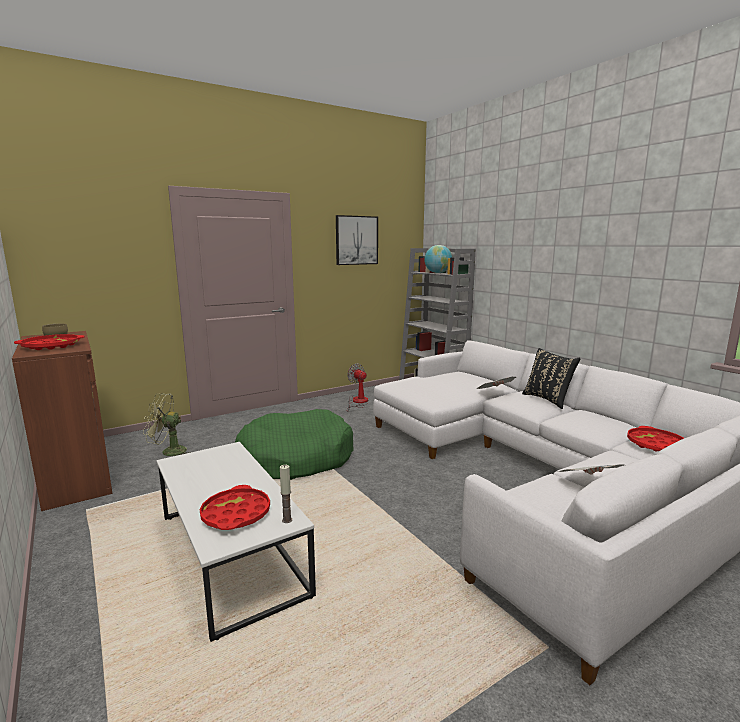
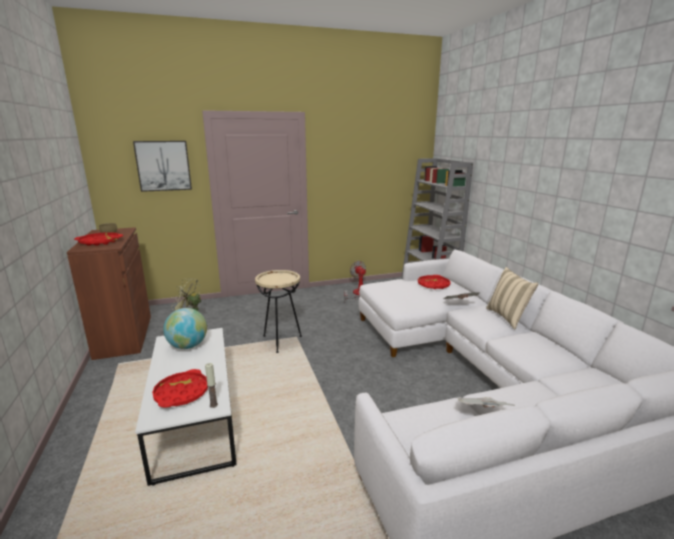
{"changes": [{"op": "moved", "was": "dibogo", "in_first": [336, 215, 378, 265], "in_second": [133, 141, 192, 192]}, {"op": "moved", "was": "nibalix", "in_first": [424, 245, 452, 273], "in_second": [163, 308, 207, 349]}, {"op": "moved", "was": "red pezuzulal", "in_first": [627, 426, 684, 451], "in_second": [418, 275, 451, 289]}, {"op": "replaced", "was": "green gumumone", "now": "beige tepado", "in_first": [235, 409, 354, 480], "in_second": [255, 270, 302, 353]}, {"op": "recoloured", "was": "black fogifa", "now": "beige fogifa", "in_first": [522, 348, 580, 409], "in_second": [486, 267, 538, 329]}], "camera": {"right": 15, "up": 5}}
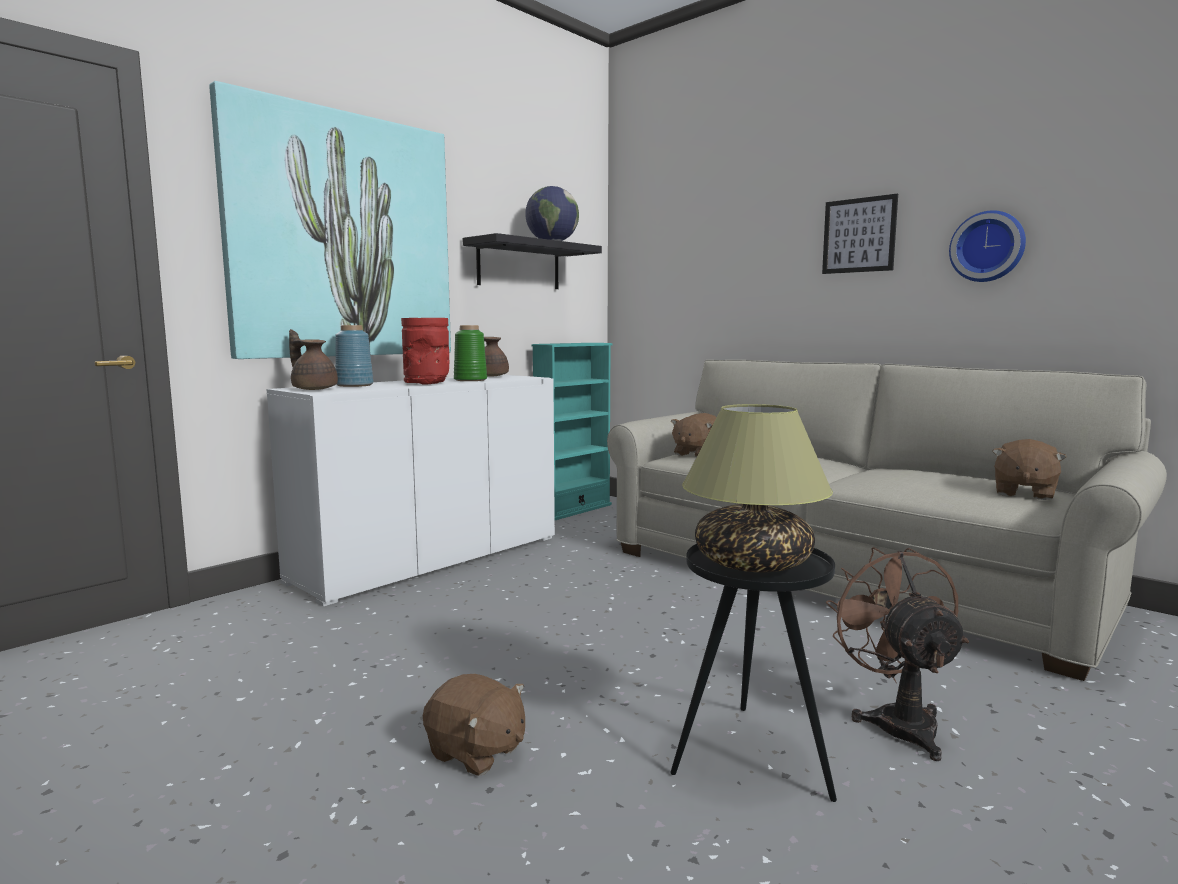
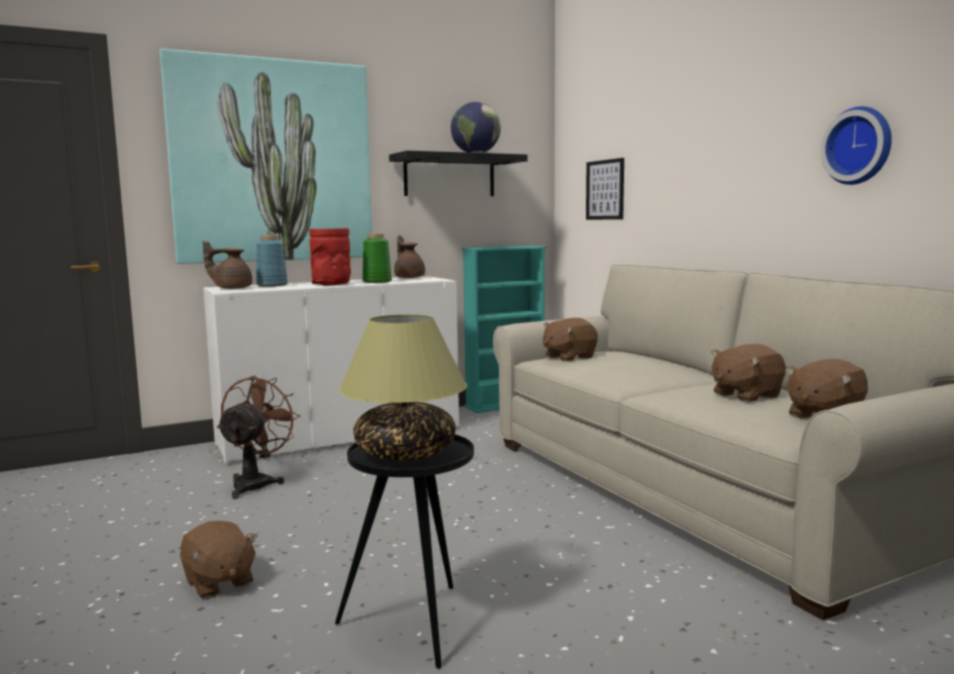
{"changes": [{"op": "added", "now": "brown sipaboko", "in_second": [711, 344, 786, 402]}, {"op": "moved", "was": "dibogo", "in_first": [822, 194, 898, 274], "in_second": [586, 158, 624, 220]}, {"op": "moved", "was": "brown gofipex", "in_first": [826, 547, 969, 761], "in_second": [217, 375, 300, 499]}, {"op": "turned", "was": "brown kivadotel", "in_first": [289, 329, 338, 390], "in_second": [203, 240, 252, 289], "clockwise": -60}], "camera": {"right": 20, "up": 0}}
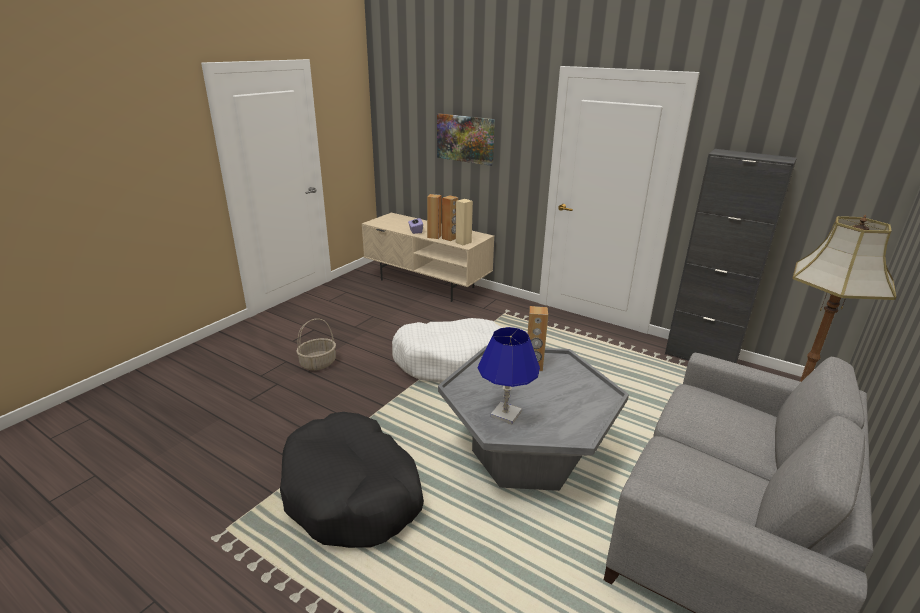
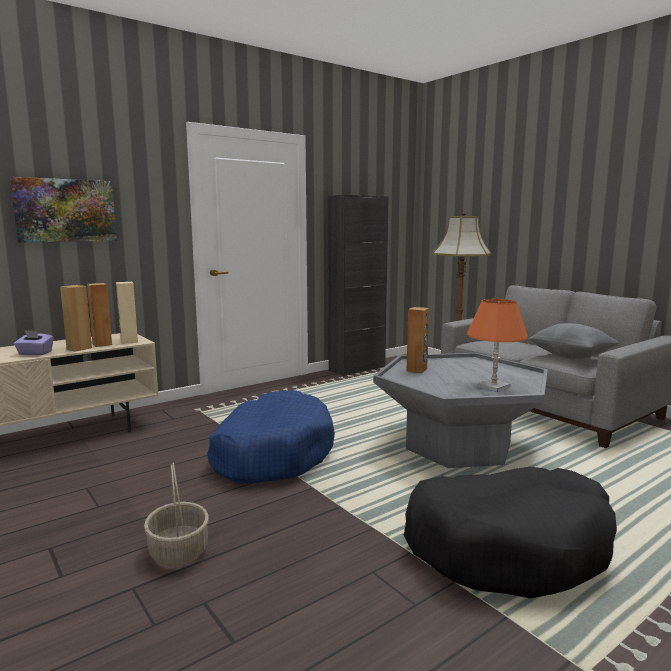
{"changes": [{"op": "added", "now": "grey fogifa", "in_second": [529, 323, 619, 359]}, {"op": "recoloured", "was": "white gumumone", "now": "blue gumumone", "in_first": [392, 318, 502, 383], "in_second": [207, 390, 335, 484]}, {"op": "recoloured", "was": "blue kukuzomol", "now": "orange kukuzomol", "in_first": [478, 327, 540, 424], "in_second": [467, 299, 528, 392]}], "camera": {"right": -70, "up": -15}}
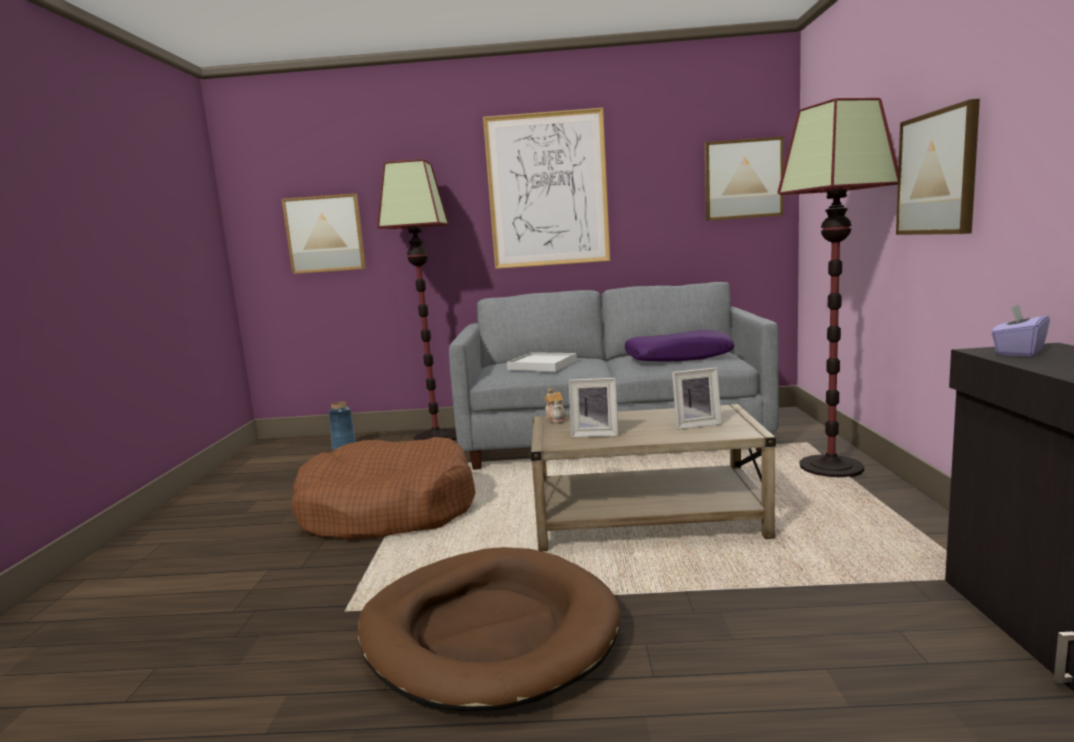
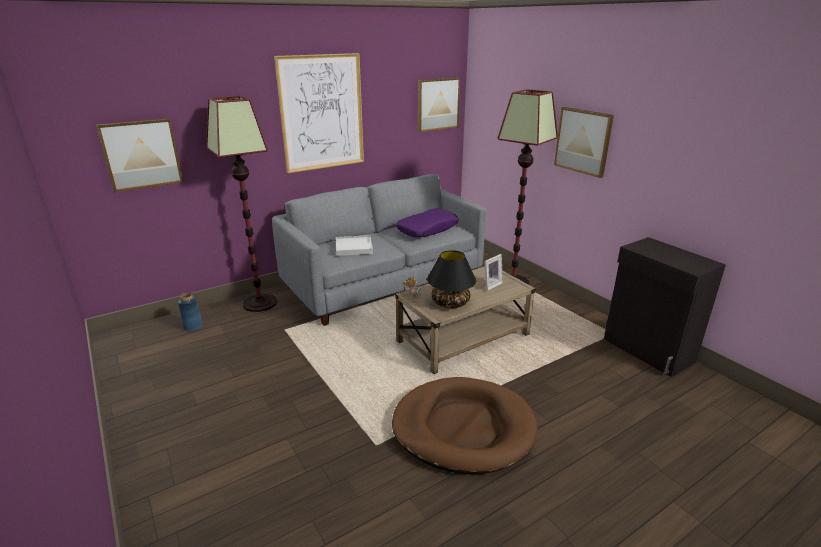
{"changes": [{"op": "removed", "was": "brown gumumone", "in_first": [291, 437, 476, 540]}, {"op": "removed", "was": "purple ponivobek", "in_first": [991, 304, 1050, 357]}, {"op": "replaced", "was": "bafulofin", "now": "black kukuzomol", "in_first": [569, 378, 619, 437], "in_second": [427, 250, 476, 308]}], "camera": {"right": -35, "up": 15}}
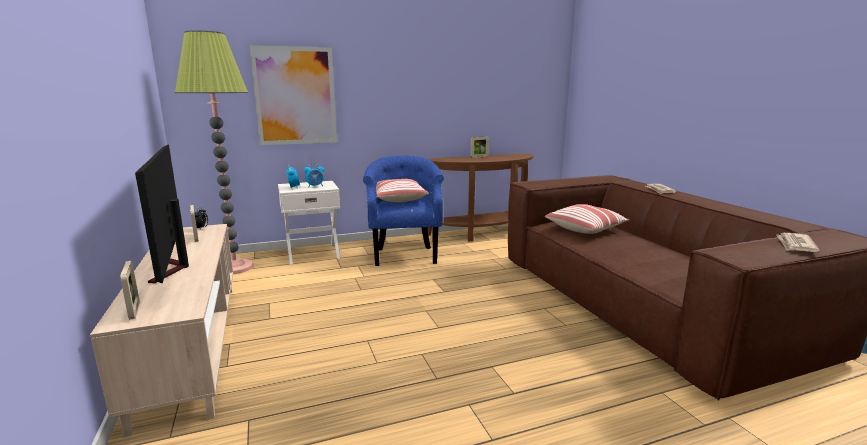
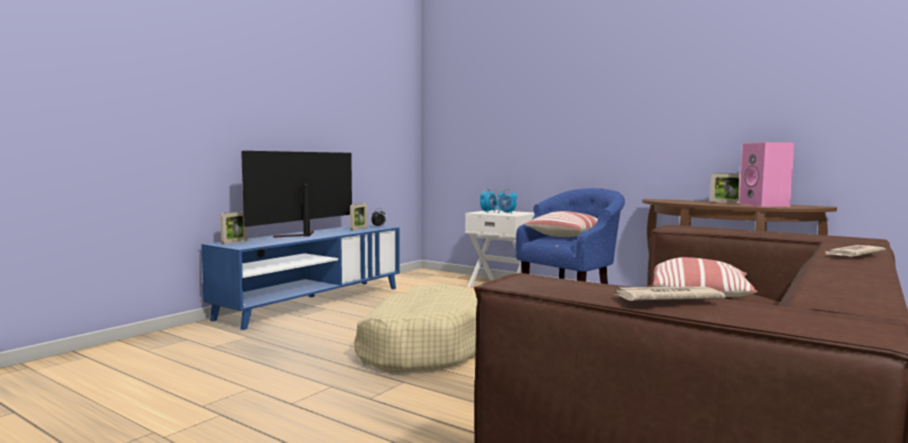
{"changes": [{"op": "removed", "was": "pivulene", "in_first": [175, 30, 254, 274]}, {"op": "removed", "was": "dibogo", "in_first": [250, 45, 337, 145]}, {"op": "added", "now": "beige gumumone", "in_second": [354, 284, 477, 372]}, {"op": "added", "now": "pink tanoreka", "in_second": [739, 142, 795, 207]}, {"op": "recoloured", "was": "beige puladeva", "now": "blue puladeva", "in_first": [90, 224, 233, 438], "in_second": [201, 225, 400, 330]}], "camera": {"right": 55, "up": -10}}
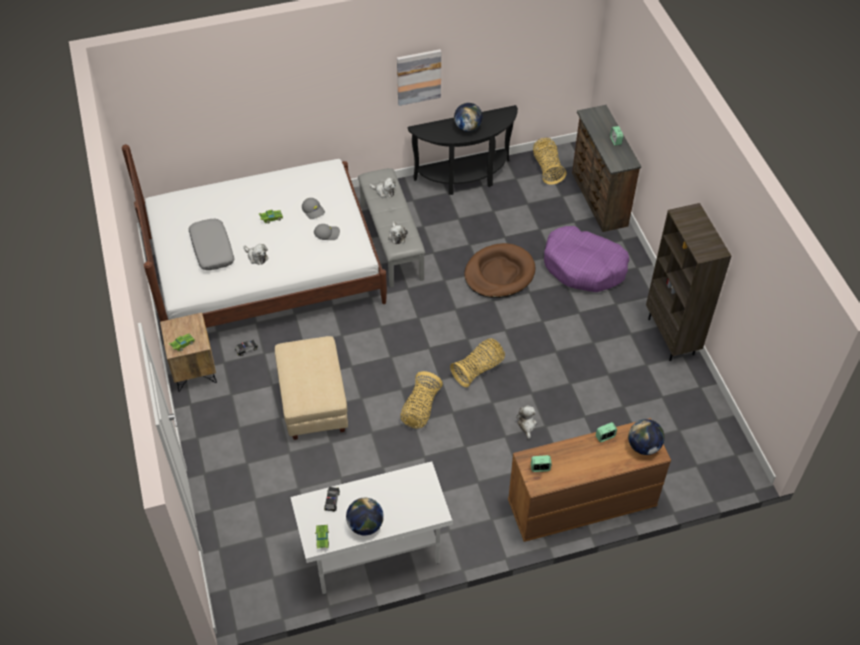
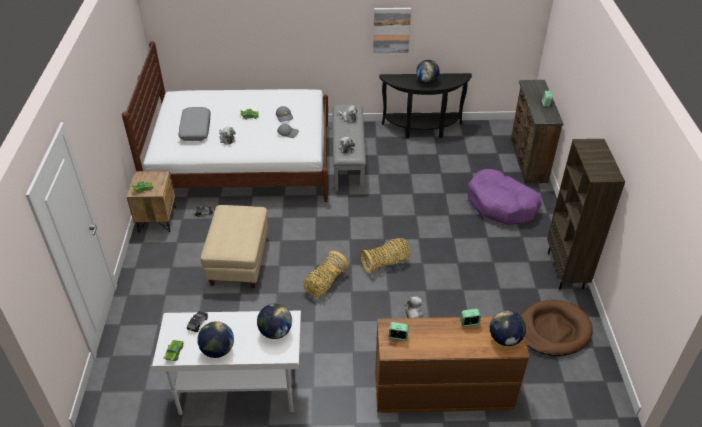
{"changes": [{"op": "removed", "was": "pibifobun", "in_first": [533, 138, 567, 185]}, {"op": "added", "now": "nibalix", "in_second": [257, 304, 292, 339]}, {"op": "moved", "was": "brown gumumone", "in_first": [464, 243, 536, 298], "in_second": [520, 300, 593, 356]}], "camera": {"right": 15, "up": -10}}
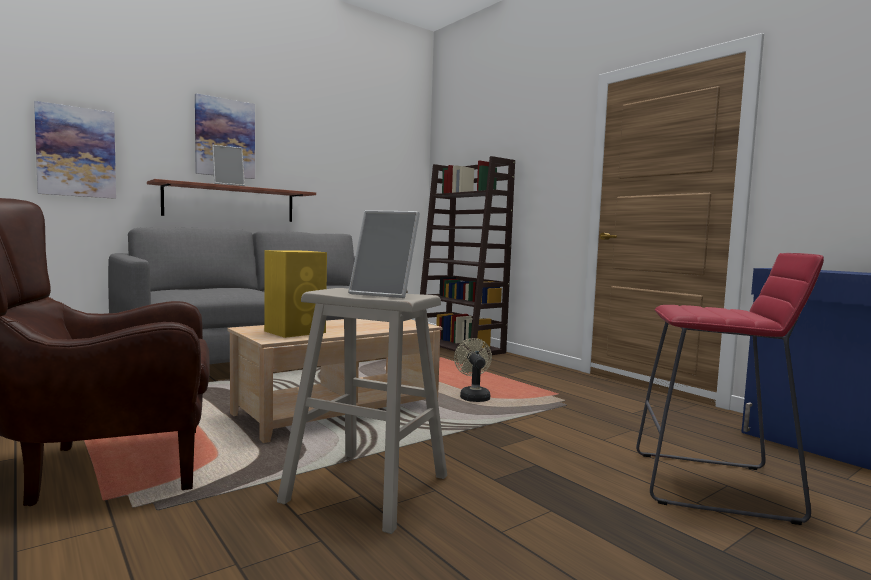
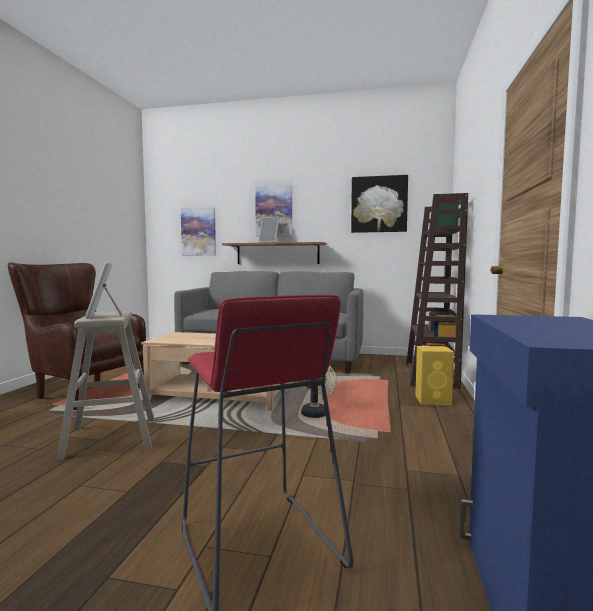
{"changes": [{"op": "added", "now": "dibogo", "in_second": [351, 175, 408, 233]}, {"op": "moved", "was": "yellow tanoreka", "in_first": [264, 250, 327, 338], "in_second": [415, 346, 454, 405]}], "camera": {"right": 50, "up": 0}}
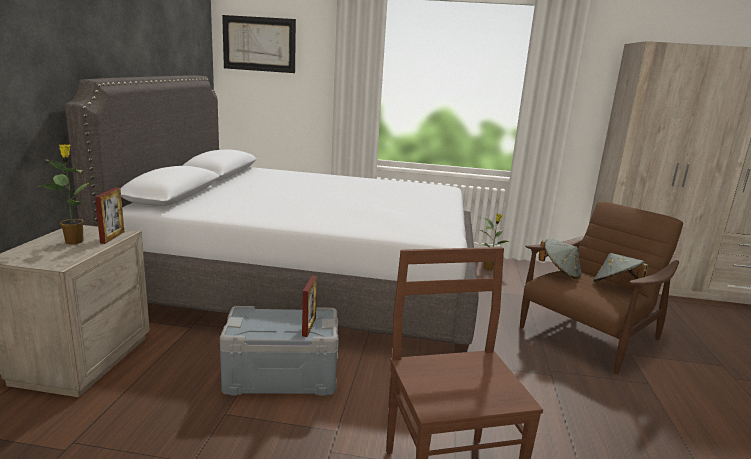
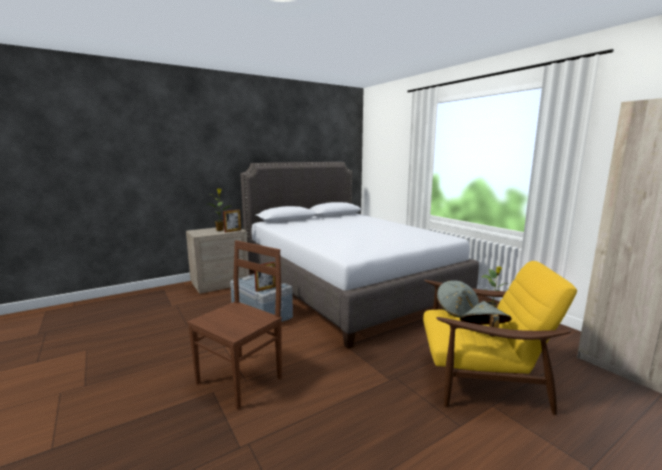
{"changes": [{"op": "removed", "was": "dibogo", "in_first": [222, 15, 296, 73]}, {"op": "recoloured", "was": "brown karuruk", "now": "yellow karuruk", "in_first": [520, 202, 683, 374], "in_second": [423, 261, 577, 415]}], "camera": {"right": 50, "up": -5}}
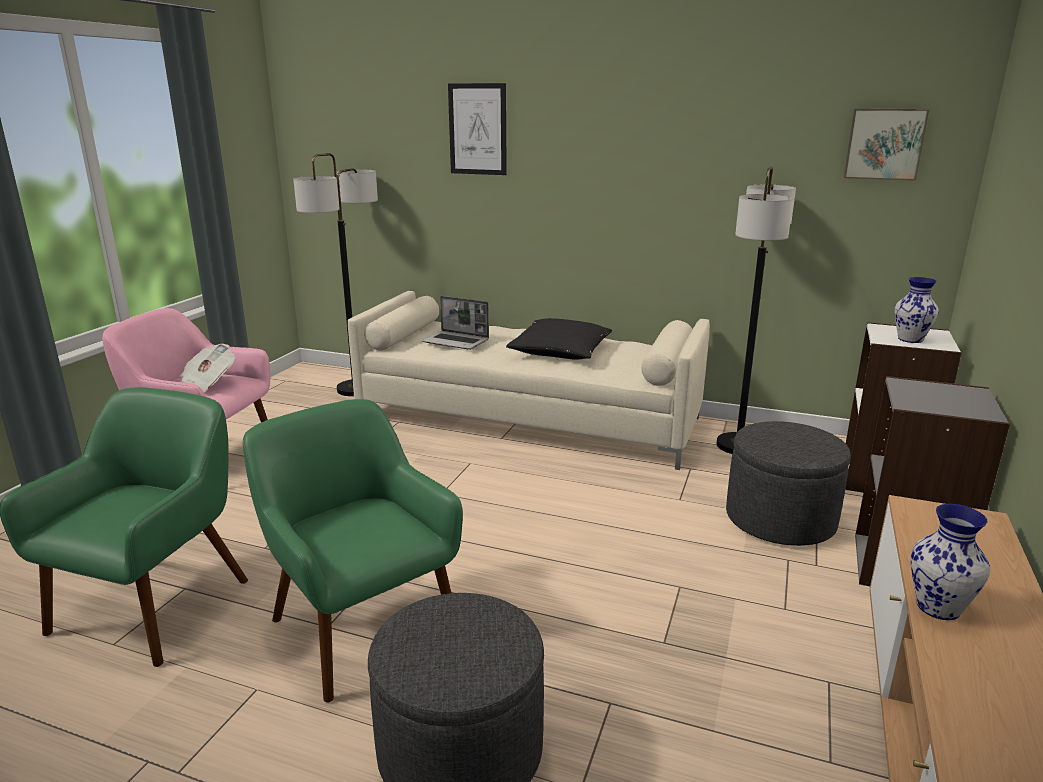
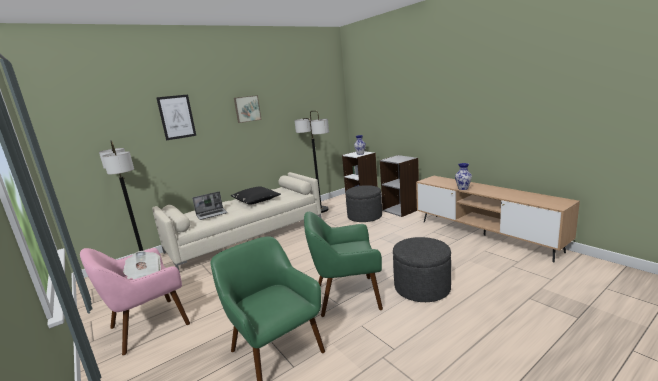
{"changes": [{"op": "moved", "was": "dibogo", "in_first": [844, 109, 930, 181], "in_second": [234, 95, 262, 123]}], "camera": {"right": -55, "up": -5}}
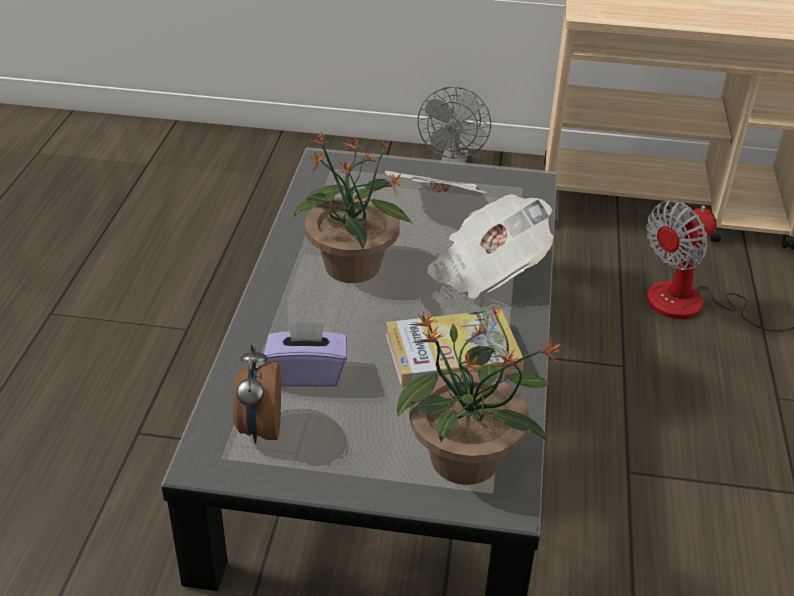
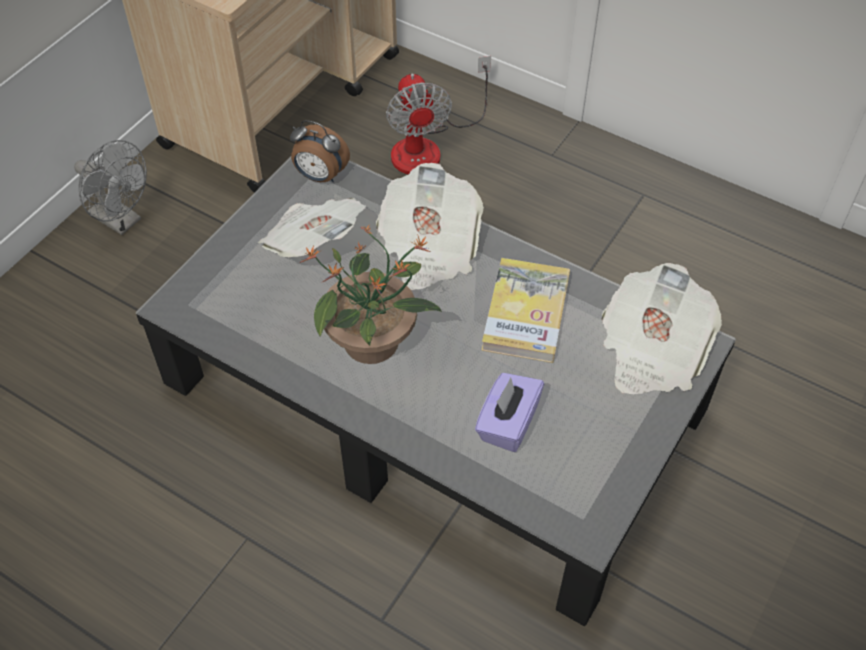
{"changes": [{"op": "moved", "was": "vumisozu", "in_first": [233, 345, 281, 444], "in_second": [290, 120, 350, 182]}, {"op": "replaced", "was": "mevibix", "now": "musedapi", "in_first": [397, 306, 561, 485], "in_second": [602, 263, 722, 394]}], "camera": {"right": -65, "up": 15}}
